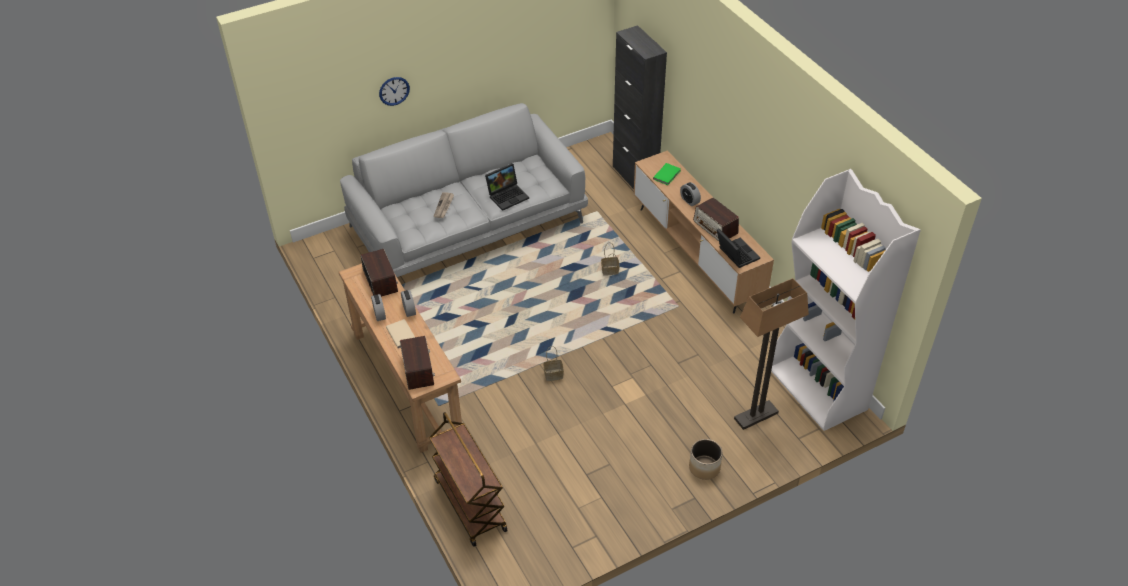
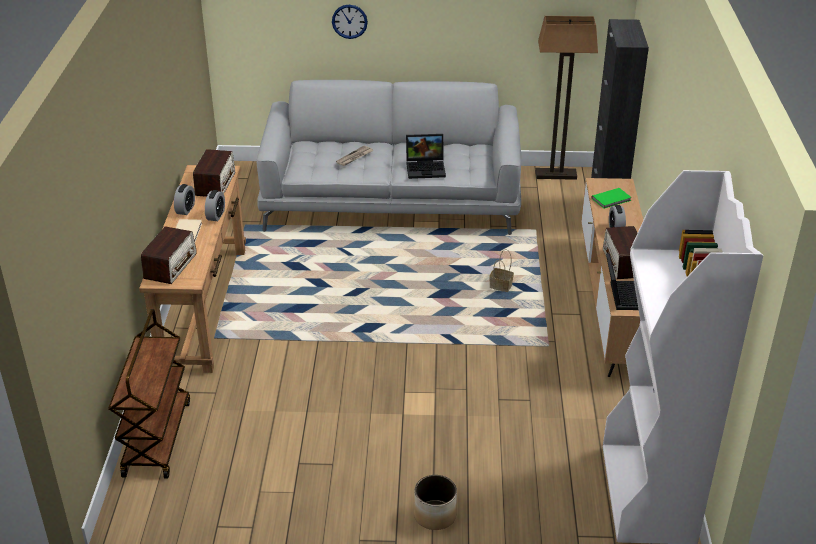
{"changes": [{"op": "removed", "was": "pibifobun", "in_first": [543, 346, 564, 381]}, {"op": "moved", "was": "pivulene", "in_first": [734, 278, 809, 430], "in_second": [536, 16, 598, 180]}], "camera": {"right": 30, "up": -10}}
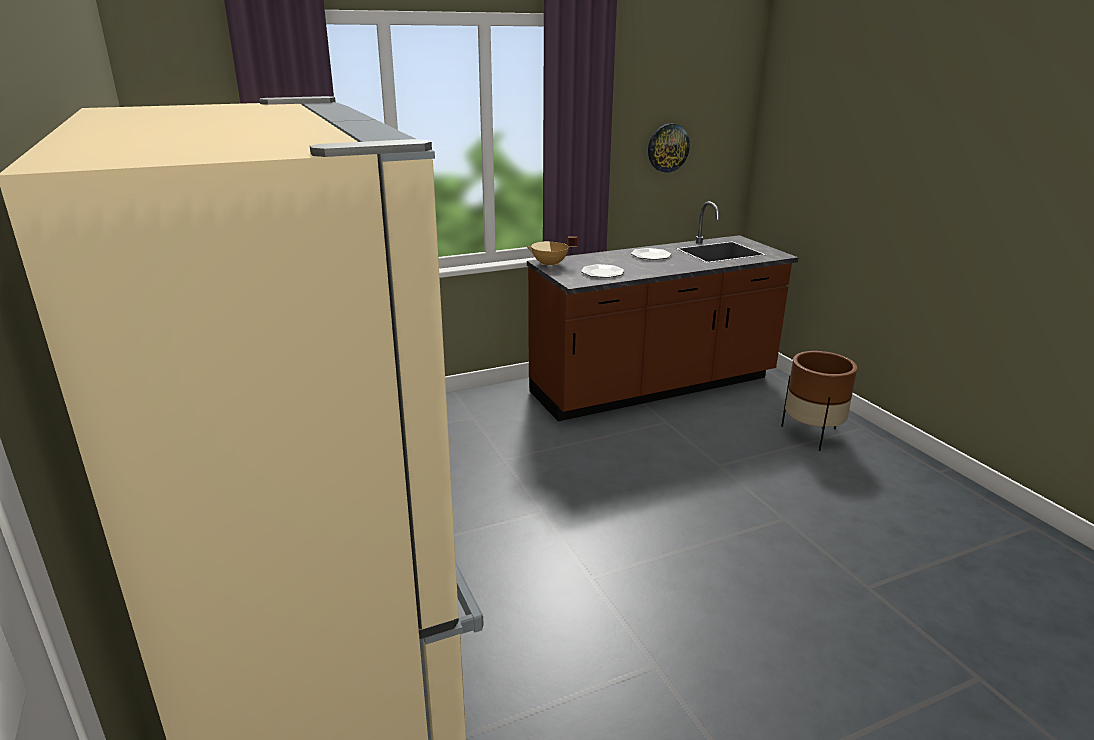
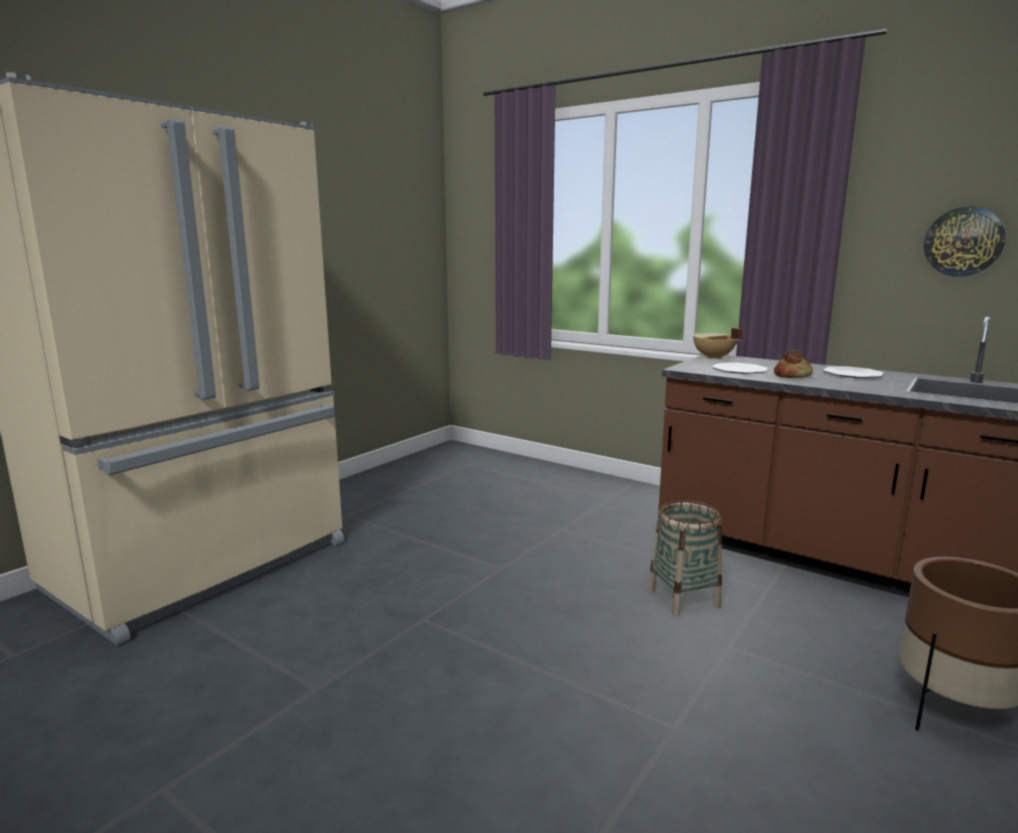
{"changes": [{"op": "added", "now": "pibifobun", "in_second": [648, 500, 722, 616]}, {"op": "added", "now": "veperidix", "in_second": [774, 350, 813, 378]}], "camera": {"right": 60, "up": -10}}
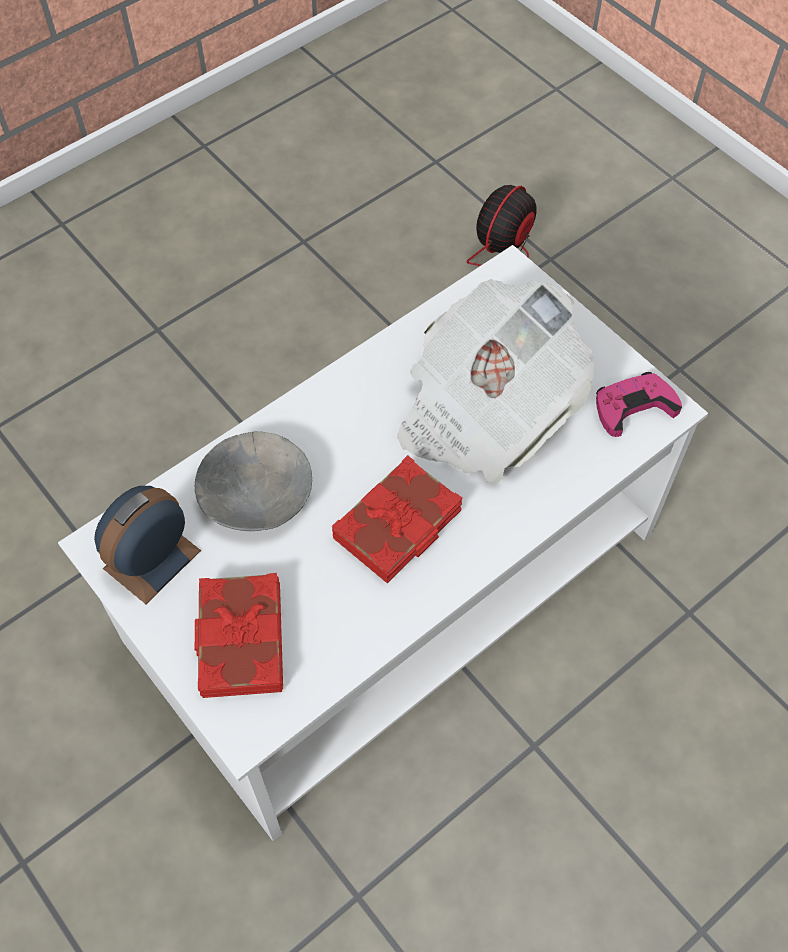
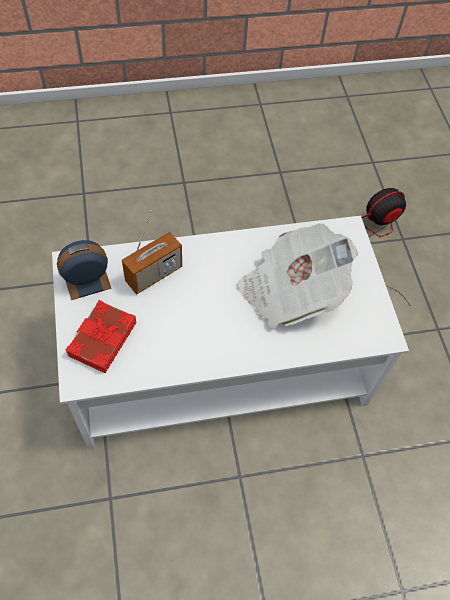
{"changes": [{"op": "removed", "was": "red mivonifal", "in_first": [332, 455, 463, 583]}, {"op": "removed", "was": "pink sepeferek", "in_first": [596, 372, 682, 437]}, {"op": "replaced", "was": "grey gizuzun", "now": "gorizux", "in_first": [195, 431, 312, 531], "in_second": [122, 210, 182, 295]}], "camera": {"right": 25, "up": 0}}
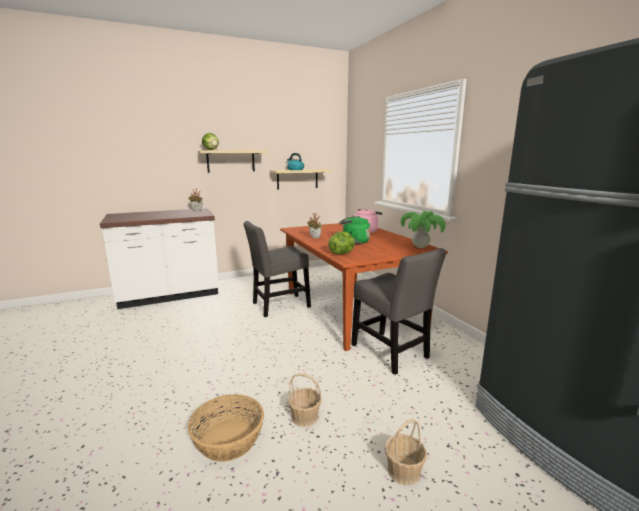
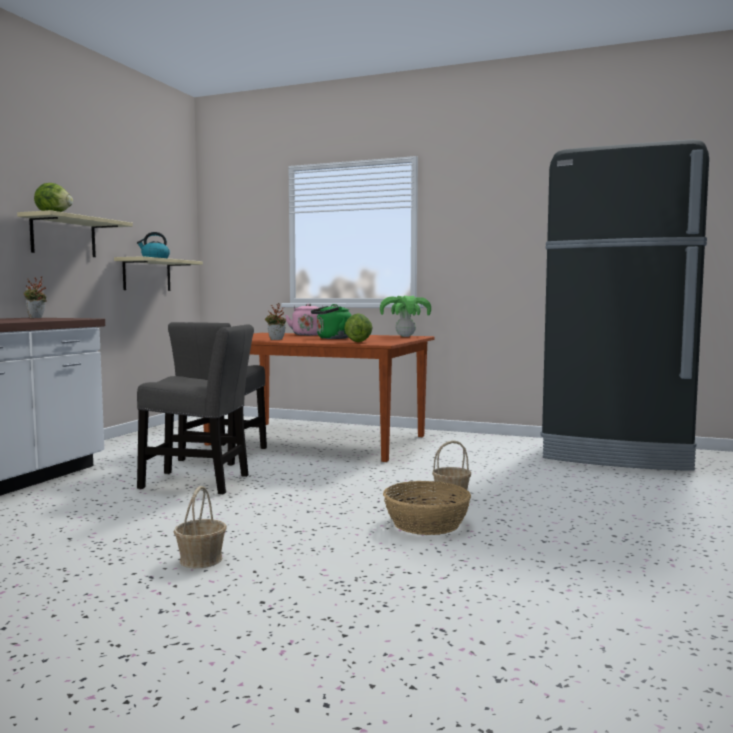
{"changes": [{"op": "moved", "was": "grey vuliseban", "in_first": [351, 248, 446, 375], "in_second": [137, 324, 254, 494]}, {"op": "moved", "was": "pibifobun", "in_first": [385, 419, 427, 485], "in_second": [174, 486, 227, 568]}], "camera": {"right": -45, "up": -10}}
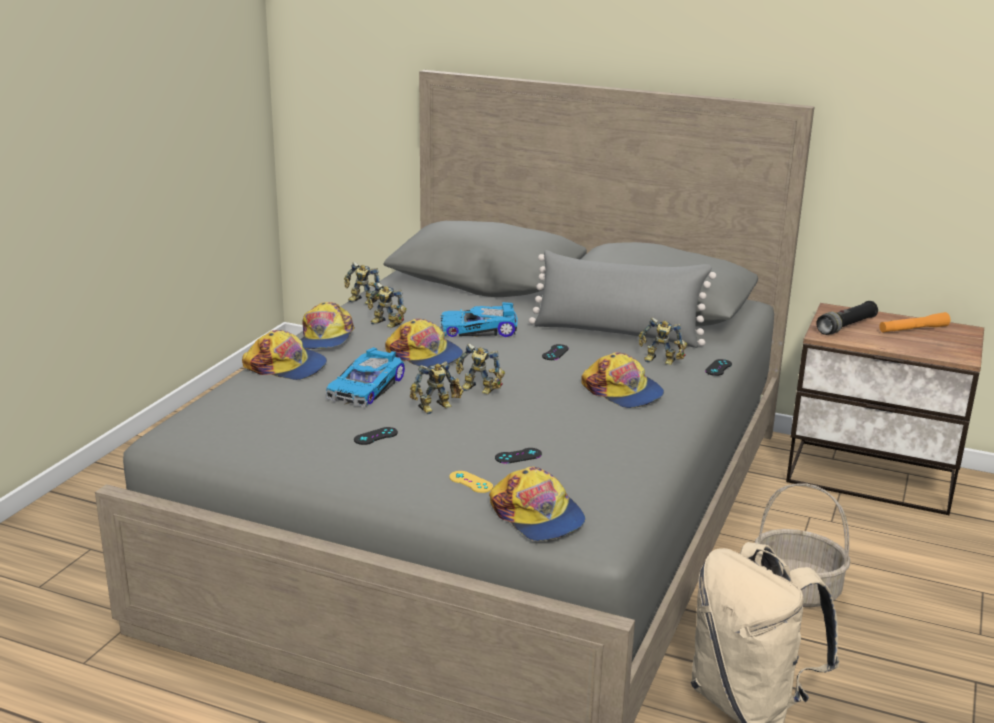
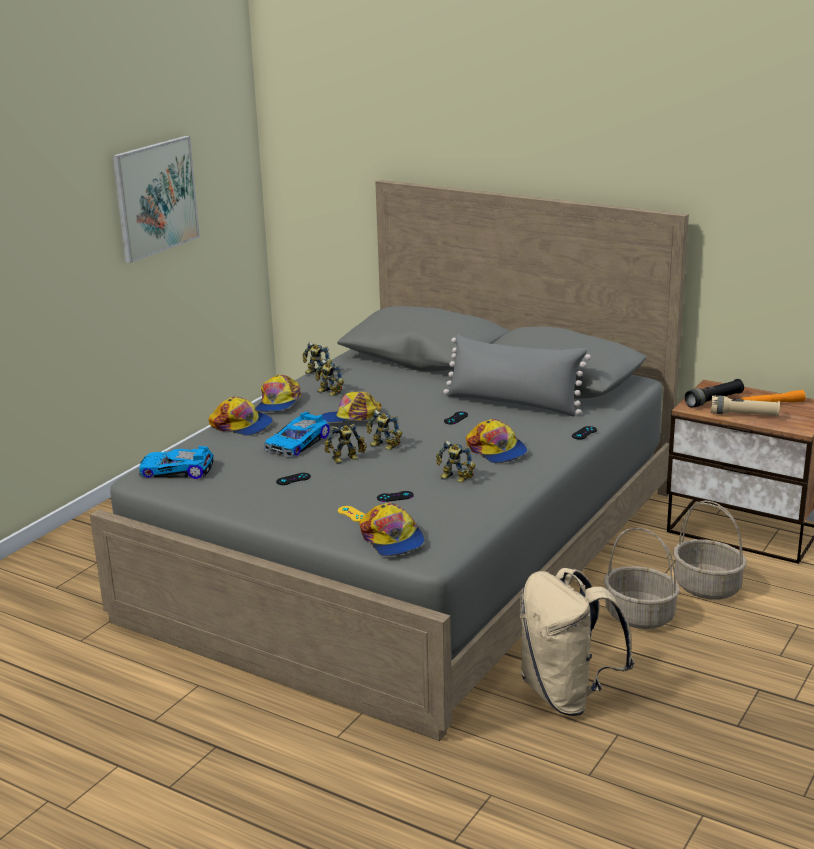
{"changes": [{"op": "added", "now": "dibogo", "in_second": [113, 136, 200, 263]}, {"op": "added", "now": "pibifobun", "in_second": [673, 501, 746, 600]}, {"op": "added", "now": "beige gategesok", "in_second": [711, 395, 780, 417]}, {"op": "moved", "was": "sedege", "in_first": [440, 302, 518, 337], "in_second": [139, 446, 213, 479]}, {"op": "moved", "was": "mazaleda", "in_first": [639, 317, 687, 365], "in_second": [436, 440, 476, 483]}, {"op": "turned", "was": "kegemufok", "in_first": [385, 319, 463, 368], "in_second": [322, 392, 381, 423], "clockwise": 120}], "camera": {"right": 10, "up": 0}}
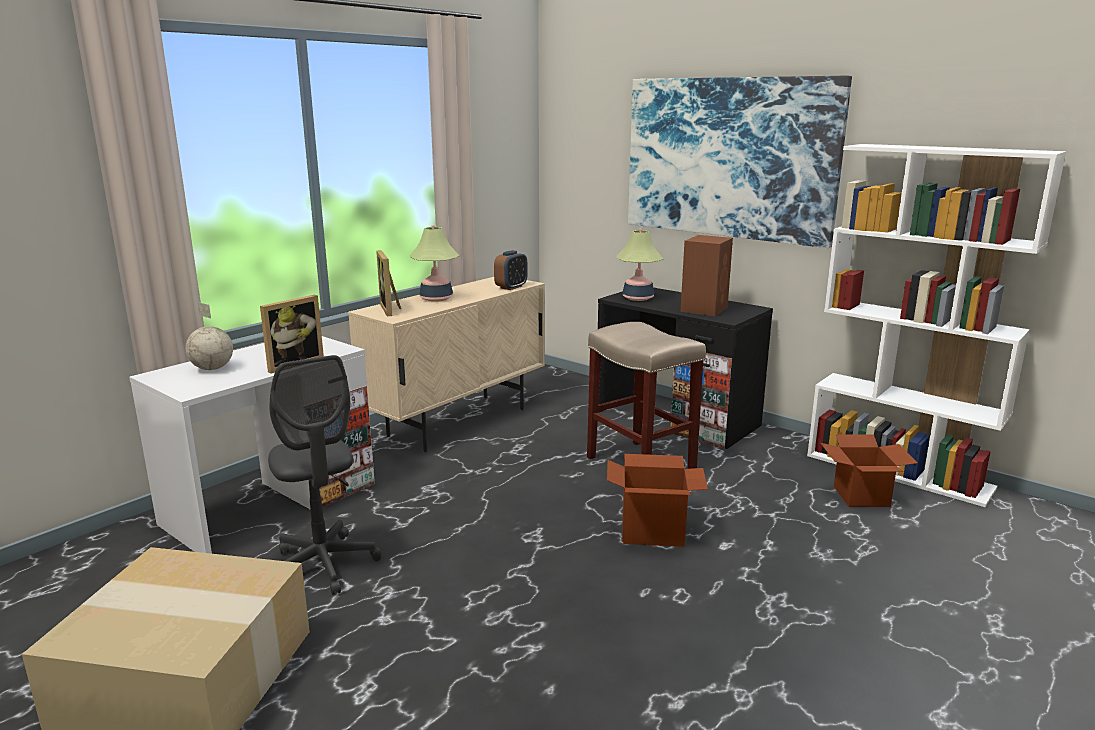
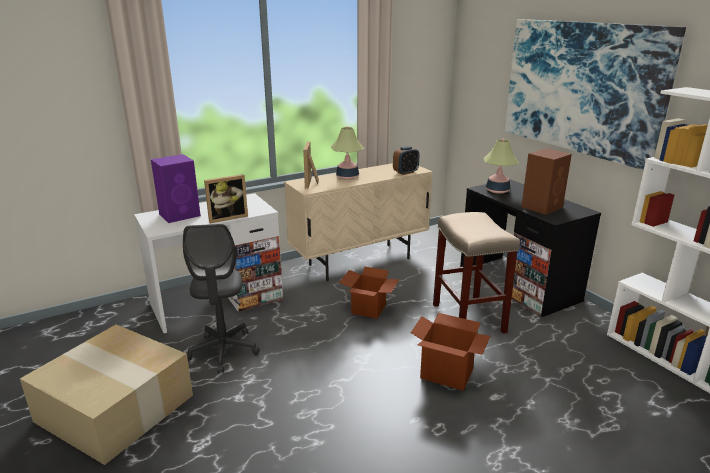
{"changes": [{"op": "moved", "was": "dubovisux", "in_first": [820, 435, 918, 507], "in_second": [339, 267, 399, 319]}, {"op": "replaced", "was": "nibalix", "now": "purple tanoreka", "in_first": [186, 302, 233, 370], "in_second": [151, 154, 201, 223]}], "camera": {"right": 20, "up": 5}}
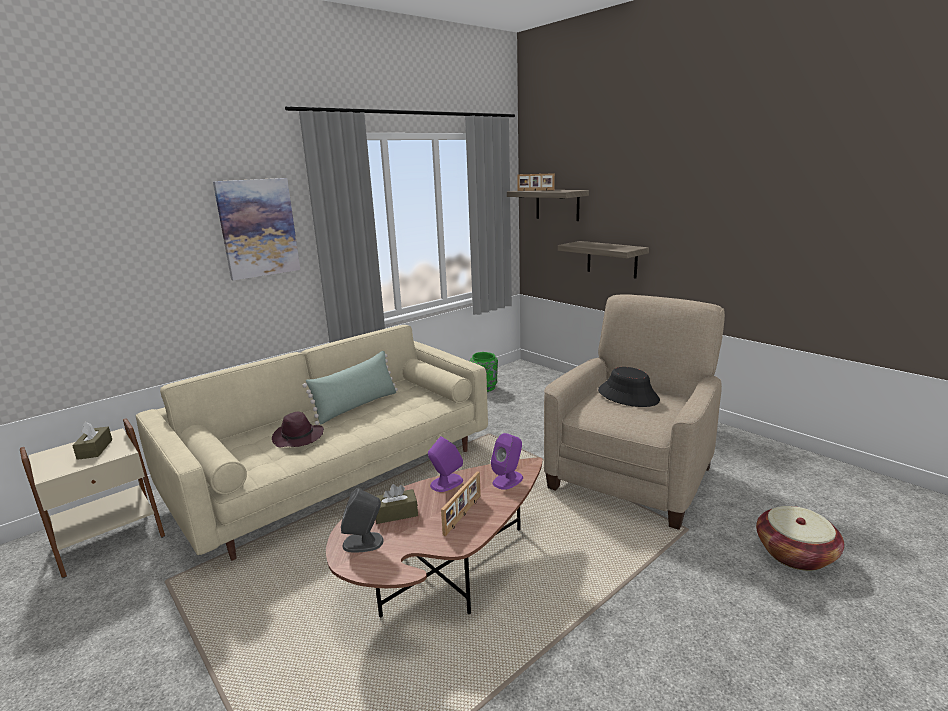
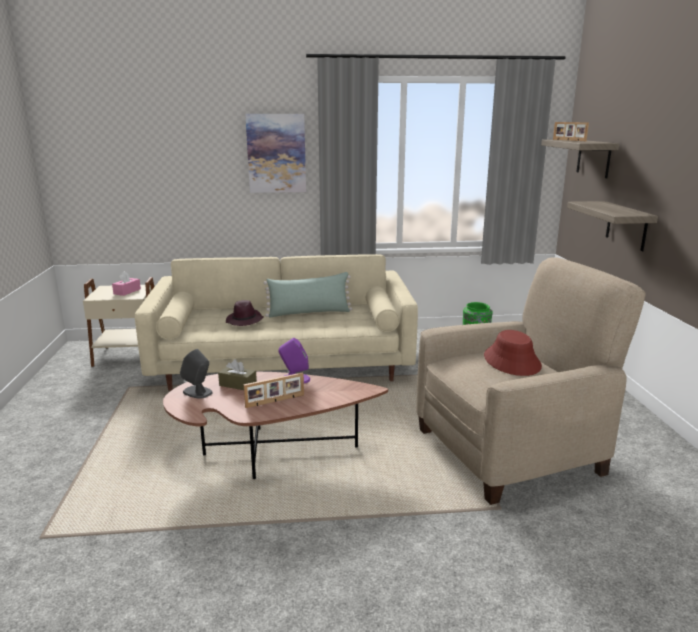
{"changes": [{"op": "removed", "was": "purple tanoreka", "in_first": [491, 433, 523, 490]}, {"op": "removed", "was": "pibifobun", "in_first": [756, 506, 844, 571]}, {"op": "recoloured", "was": "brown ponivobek", "now": "pink ponivobek", "in_first": [72, 421, 112, 460], "in_second": [112, 271, 141, 296]}, {"op": "recoloured", "was": "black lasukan", "now": "red lasukan", "in_first": [598, 367, 660, 407], "in_second": [484, 330, 542, 376]}], "camera": {"right": 35, "up": 0}}
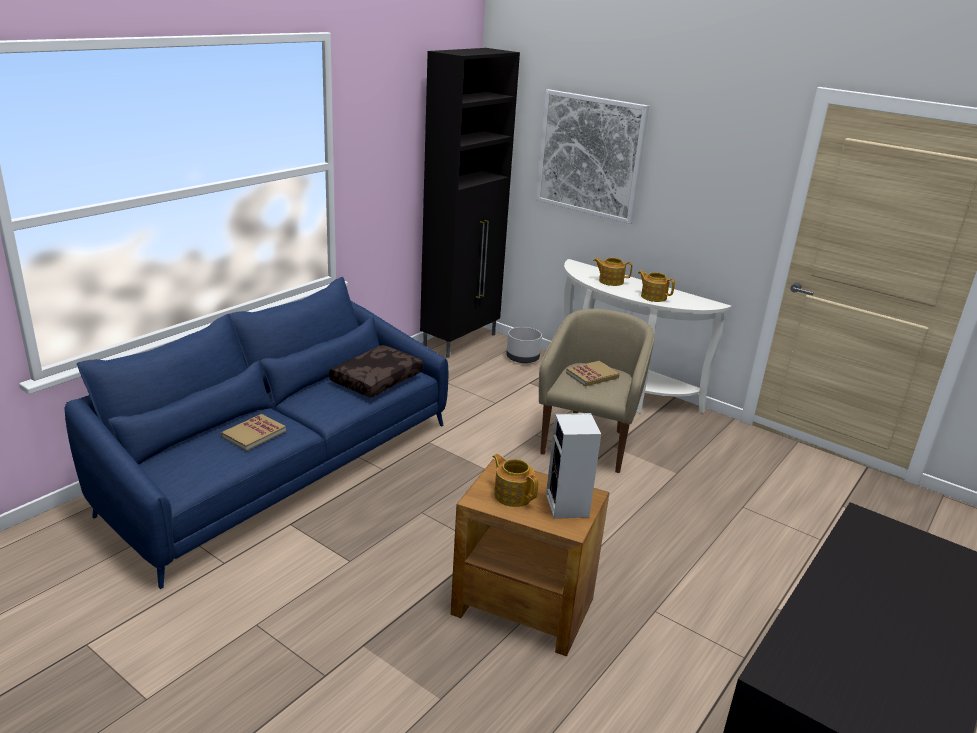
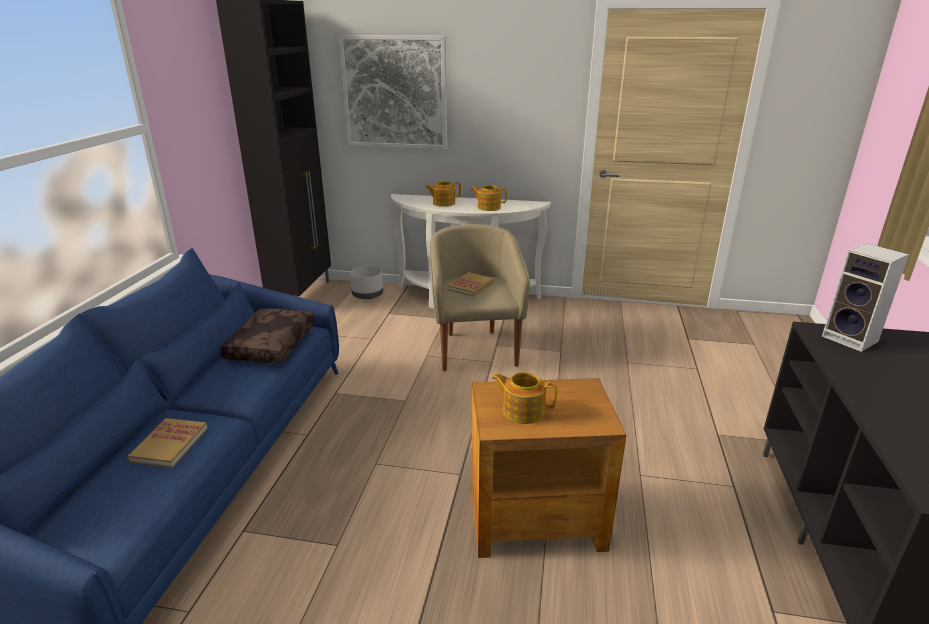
{"changes": [{"op": "moved", "was": "tanoreka", "in_first": [546, 413, 601, 519], "in_second": [822, 243, 909, 352]}], "camera": {"right": -25, "up": 0}}
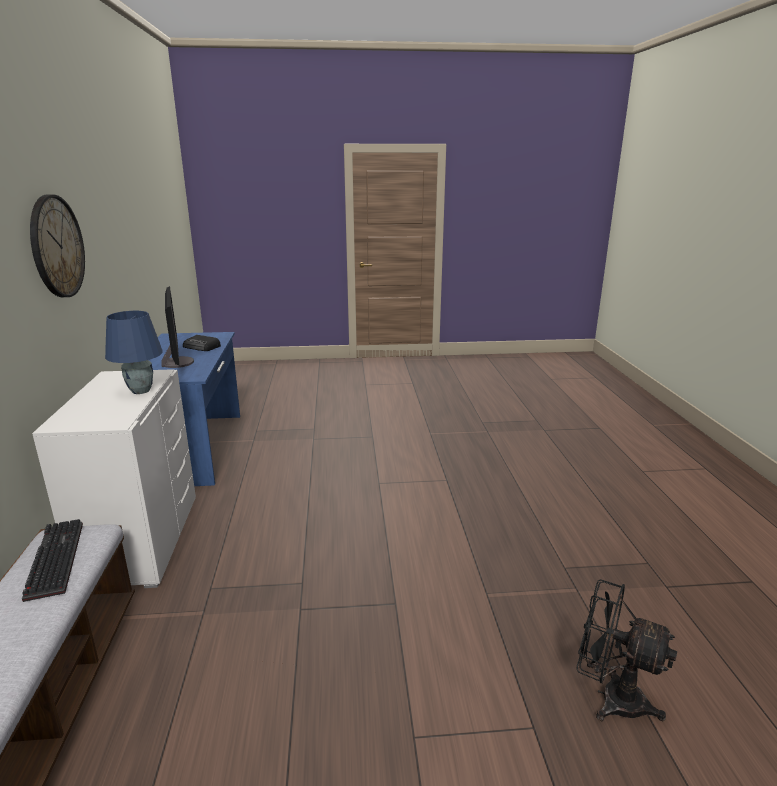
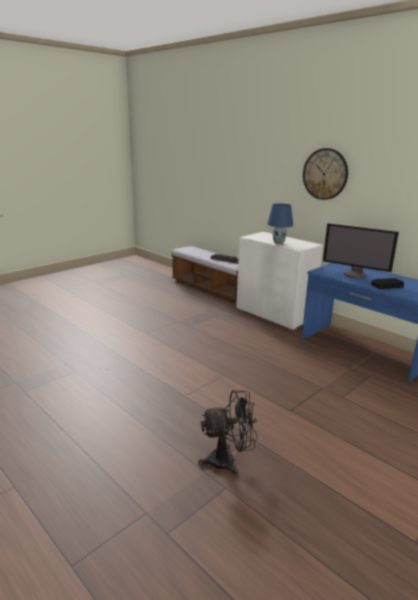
{"changes": [{"op": "moved", "was": "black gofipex", "in_first": [576, 579, 677, 721], "in_second": [198, 390, 258, 475]}], "camera": {"right": 140, "up": 0}}
